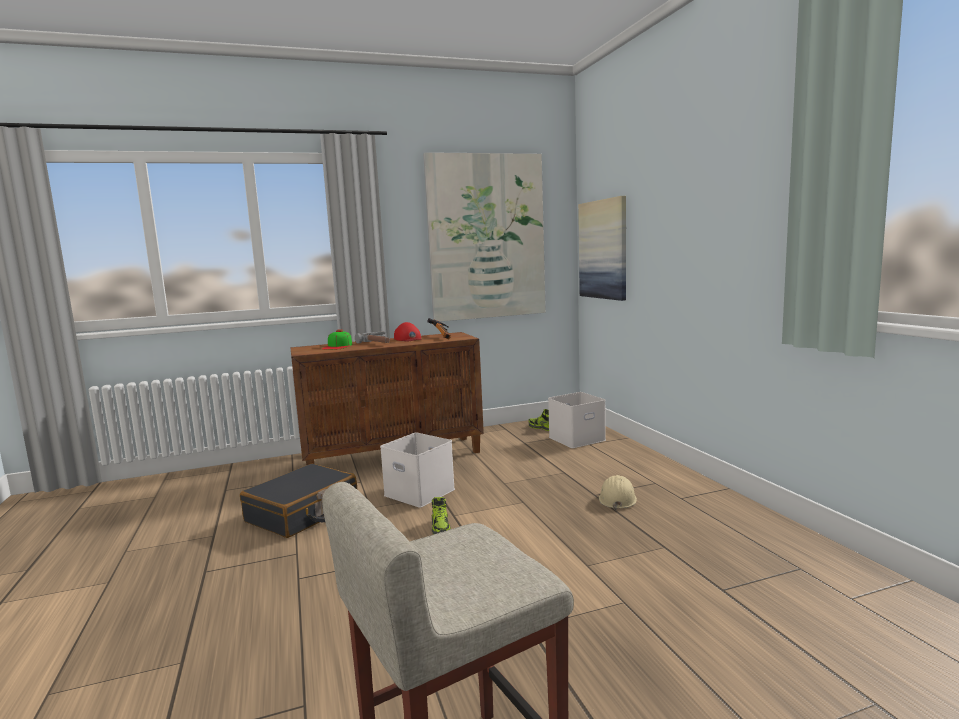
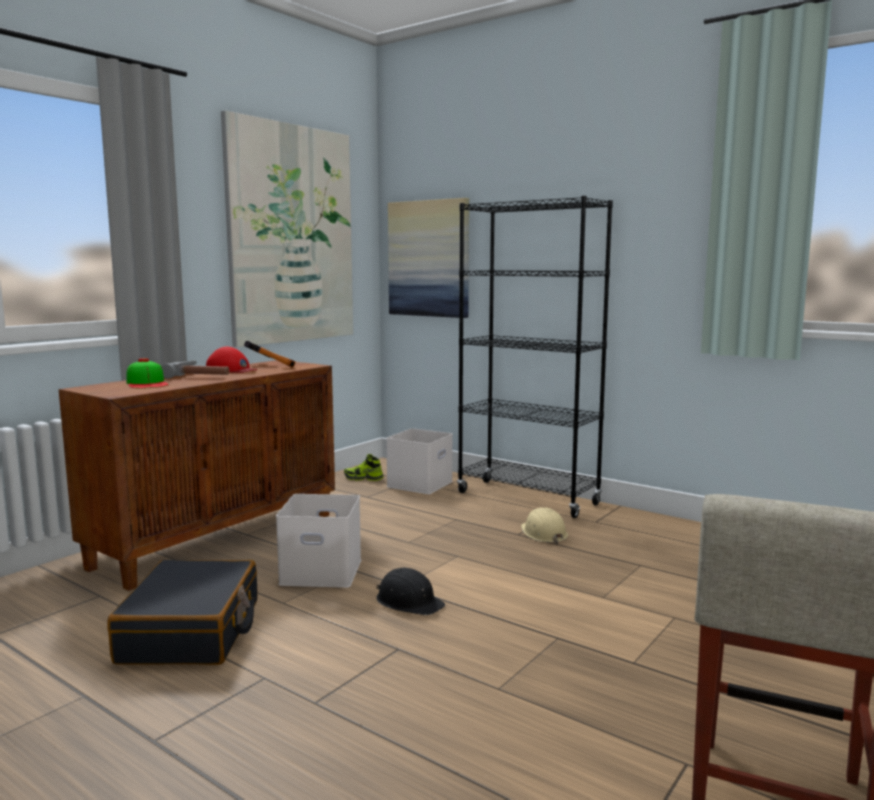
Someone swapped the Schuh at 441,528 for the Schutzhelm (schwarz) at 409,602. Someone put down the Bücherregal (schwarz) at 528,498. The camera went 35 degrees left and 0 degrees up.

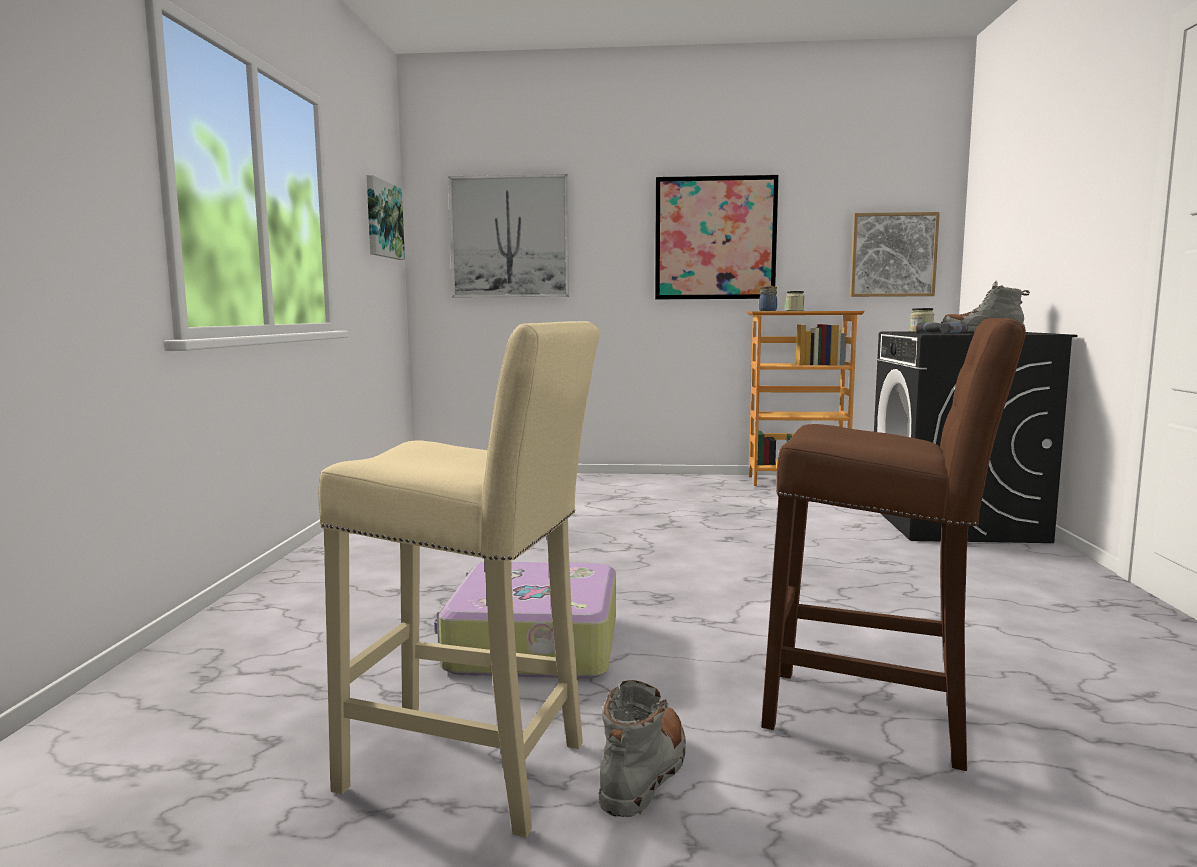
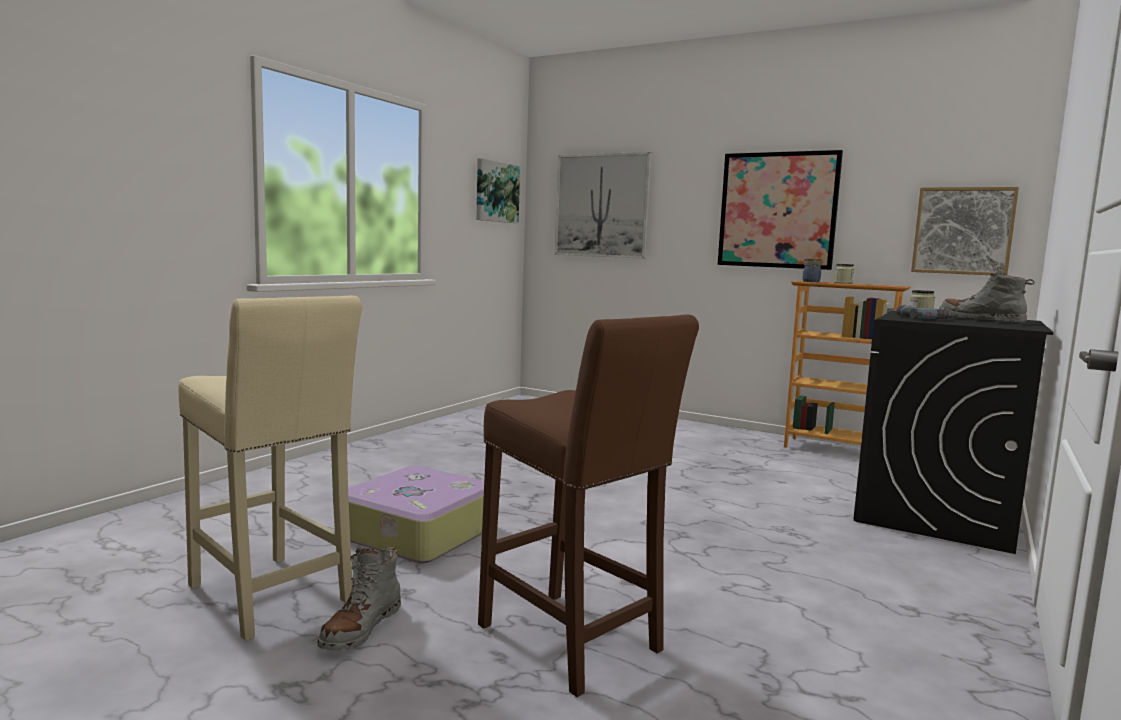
Someone rotated the Stiefel (grau) at 645,773 by 150 degrees clockwise. The camera went 25 degrees right and 0 degrees up.

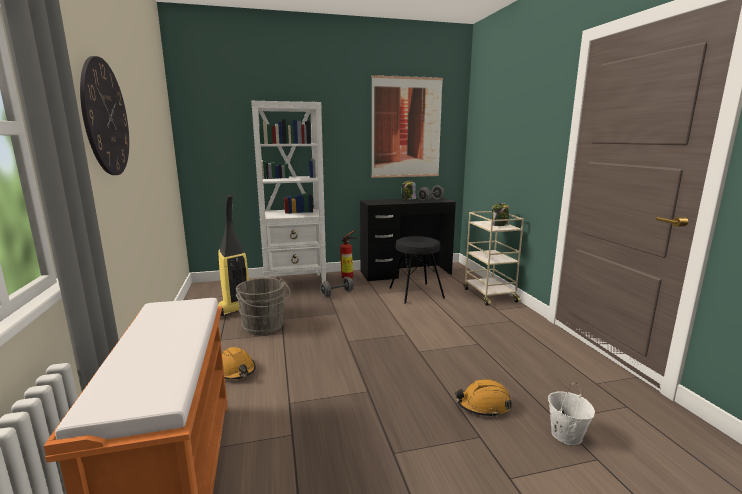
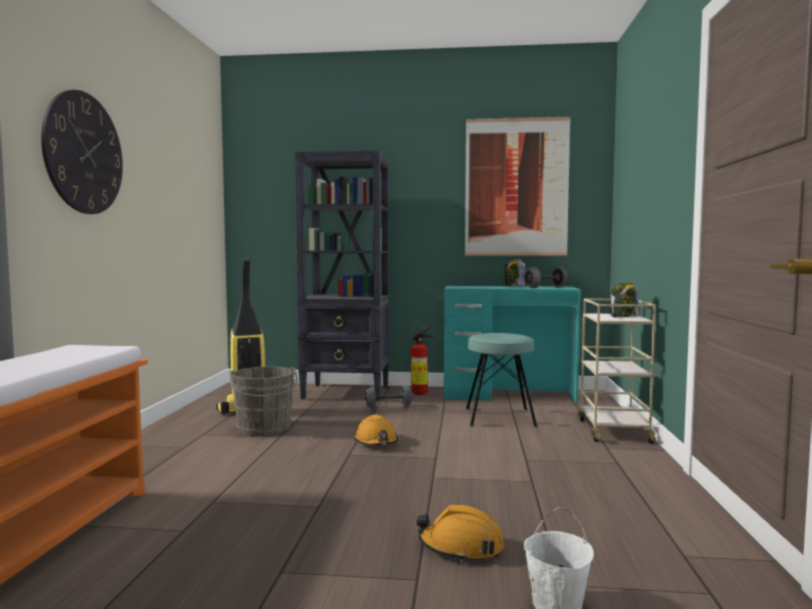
Someone repainted the Bücherregal (weiß) at 295,283, which became the Bücherregal (schwarz) at 347,393. Someone repainted the Schreibtisch (schwarz) at 405,272, which became the Schreibtisch (türkis) at 508,395. Someone repainted the Hocker (schwarz) at 416,293, which became the Hocker (türkis) at 499,417. Someone carried the Schutzhelm (orange) from 236,371 to 376,442. The camera went 20 degrees right and 10 degrees down.

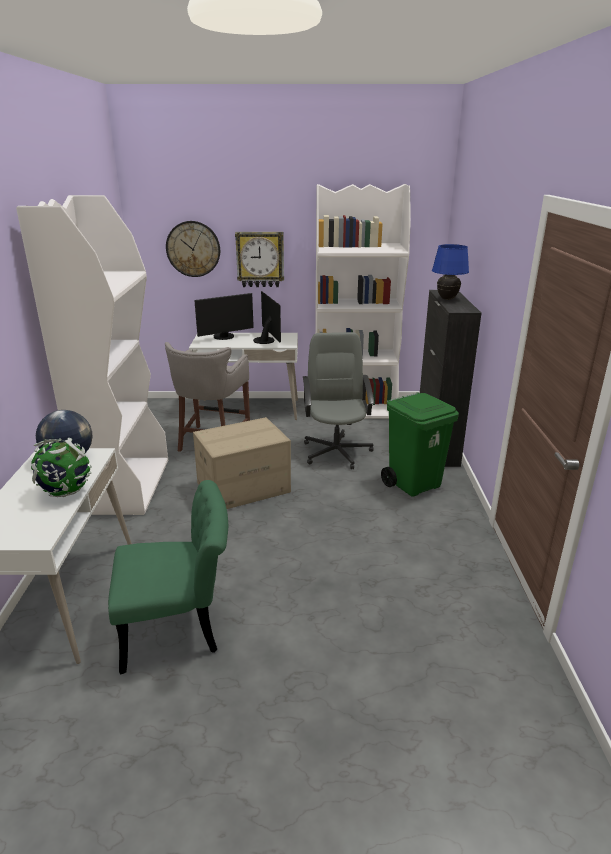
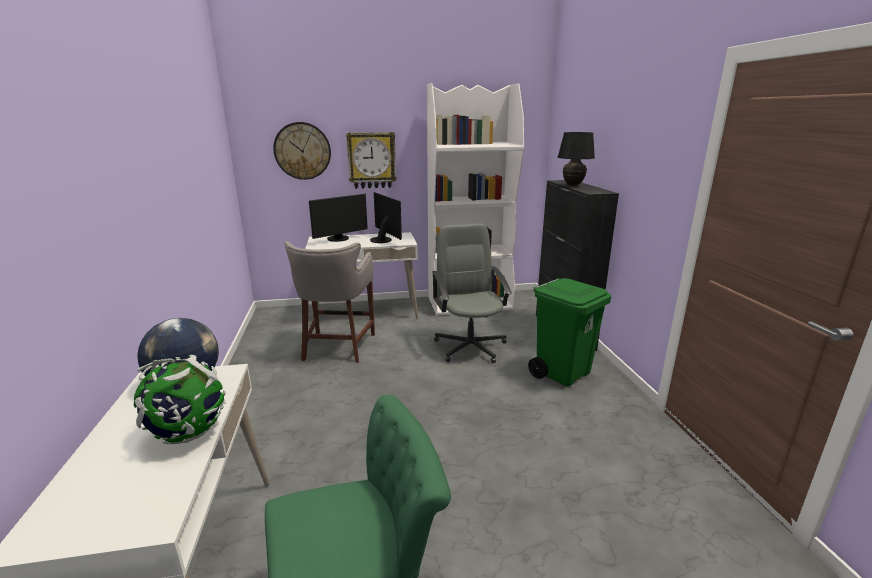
Someone took away the Bücherregal (weiß) at 127,485. Someone repainted the Tischlampe (blau) at 447,299, which became the Tischlampe (schwarz) at 573,185. Someone took away the Karton at 243,487. The camera went 10 degrees left and 5 degrees down.

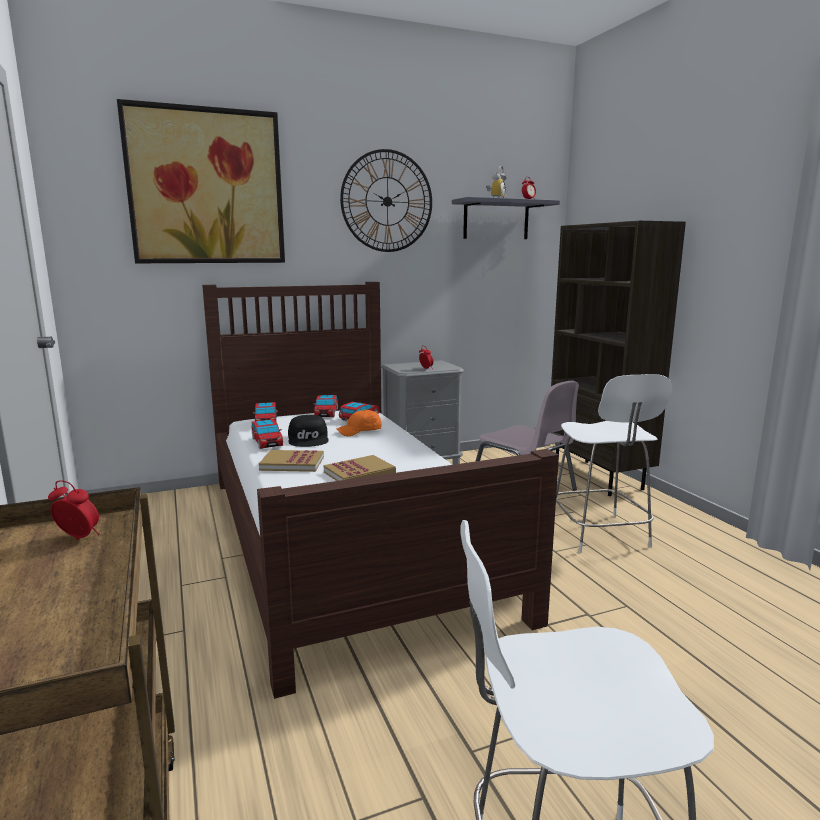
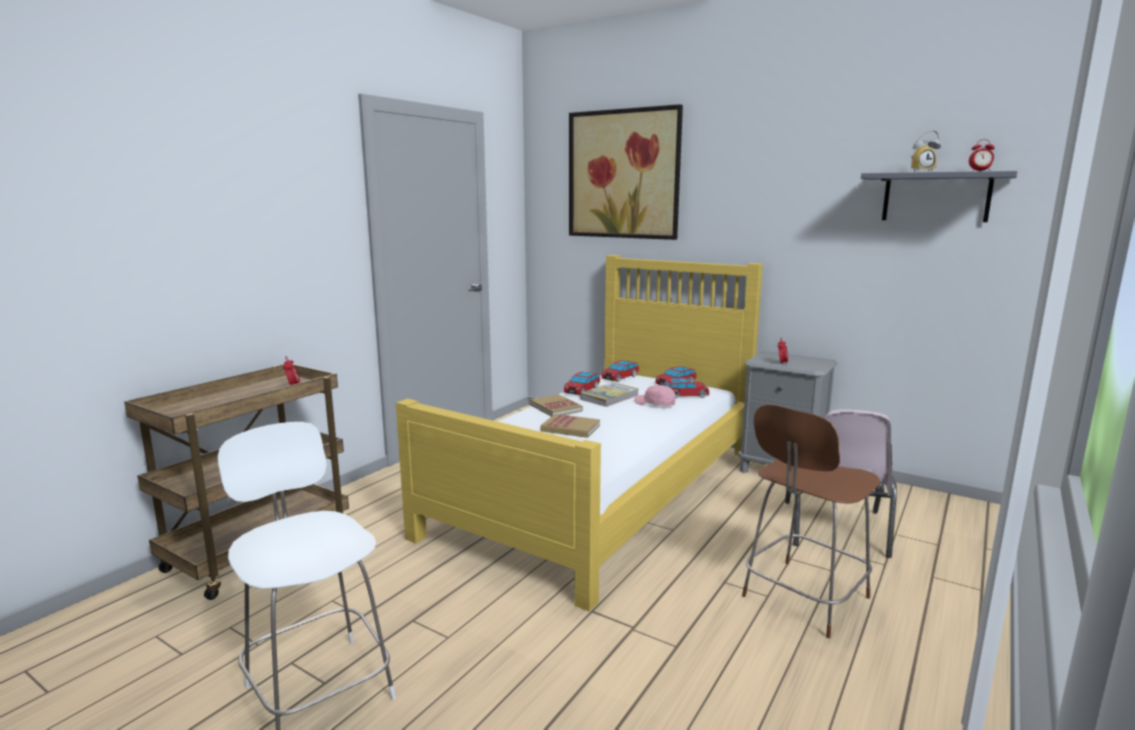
Someone took away the Wanduhr at 387,201. Someone took away the Bücherregal (braun) at 599,477. Someone repainted the Bett (braun) at 344,538, which became the Bett (gelb) at 602,489. Someone repainted the Stuhl (weiß) at 600,535, which became the Stuhl (braun) at 803,599. Someone repainted the Kappe (orange) at 360,432, which became the Kappe (rosa) at 655,404. Someone swapped the Kappe (schwarz) at 309,439 for the Buch at 609,397. The camera went 55 degrees right and 0 degrees up.

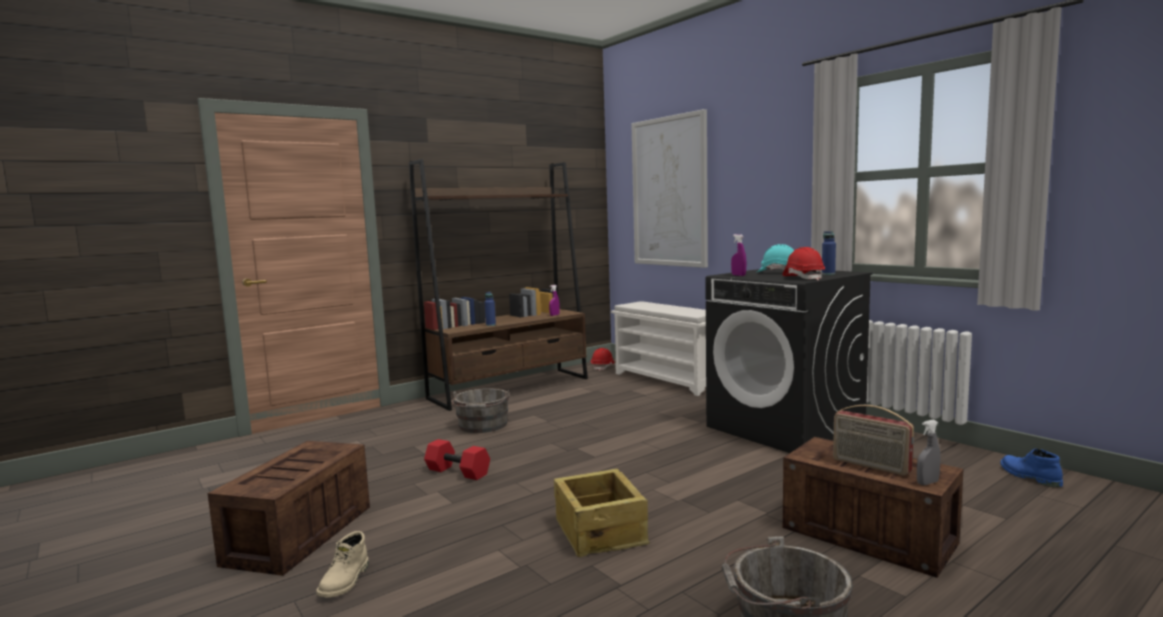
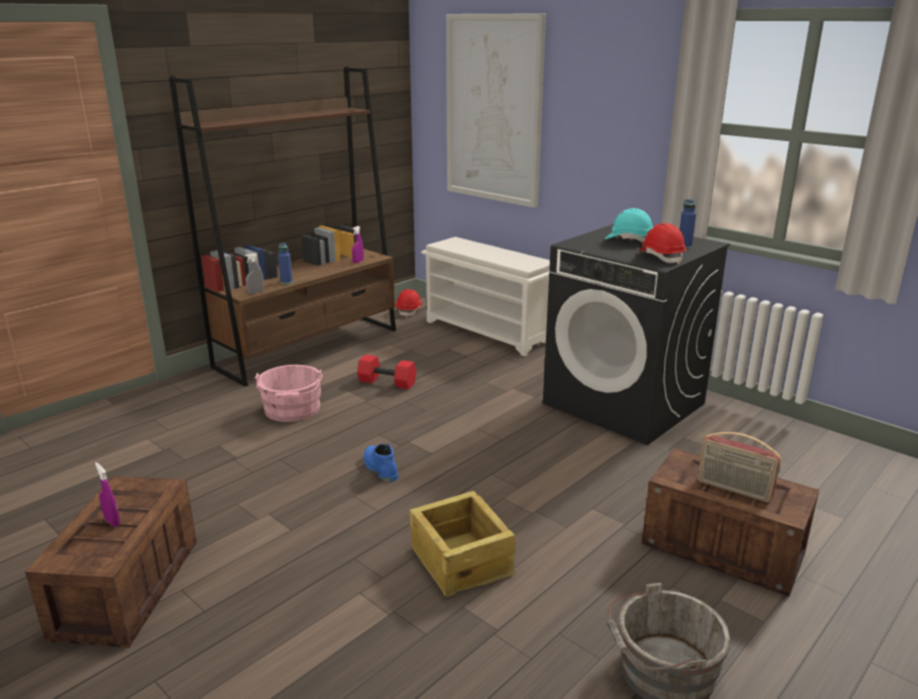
Someone carried the Sprühflasche (lila) from 738,275 to 112,521. Someone repainted the Eimer (grau) at 482,426, which became the Eimer (rosa) at 292,410. Someone carried the Sprühflasche (grau) from 927,483 to 256,293. Someone carried the Hantel (rot) from 456,472 to 386,383. Someone carried the Stiefel (blau) from 1029,476 to 379,468. Someone took away the Stiefel (beige) at 345,581. The camera went 10 degrees left and 15 degrees up.

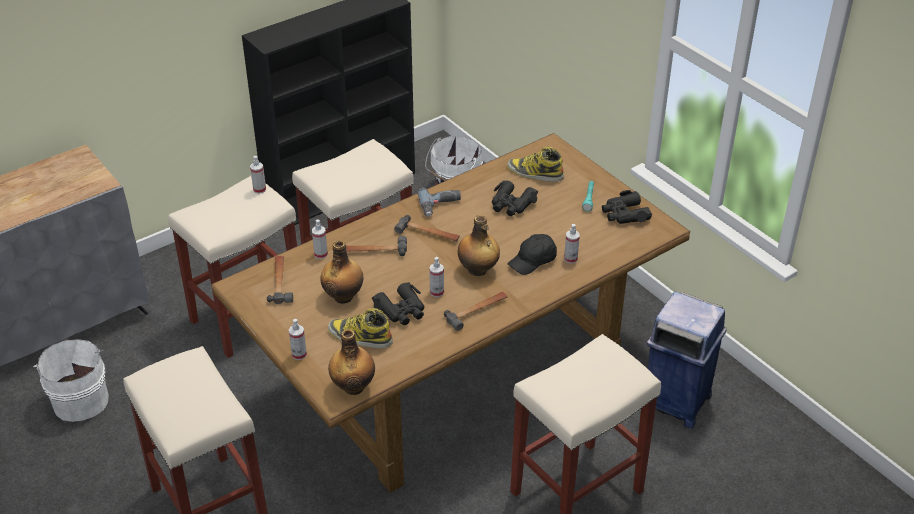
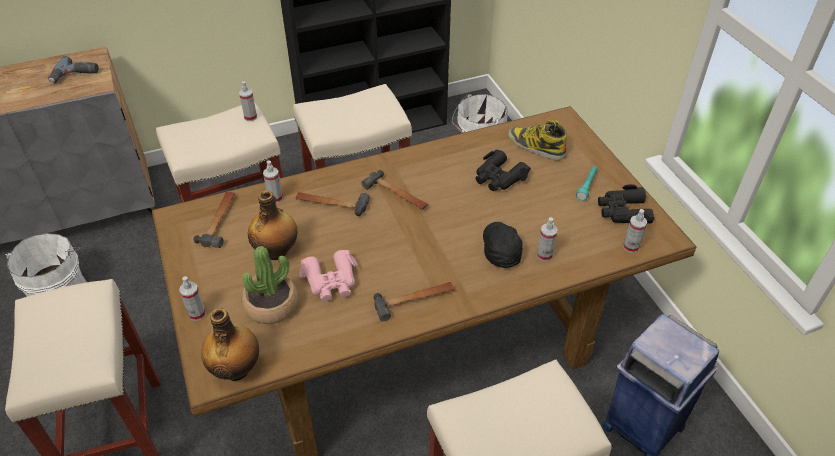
Someone carried the Bohrmaschine from 440,206 to 75,76. Someone took away the Flasche at 478,270. Someone rotated the Kappe (schwarz) at 533,261 by 105 degrees clockwise. Someone carried the Sprühflasche from 437,292 to 630,247. Someone repainted the Fernglas (schwarz) at 401,310, which became the Fernglas (rosa) at 331,281. Someone swapped the Stiefel at 359,337 for the Topfpflanze at 271,305. The camera went 15 degrees right and 5 degrees up.

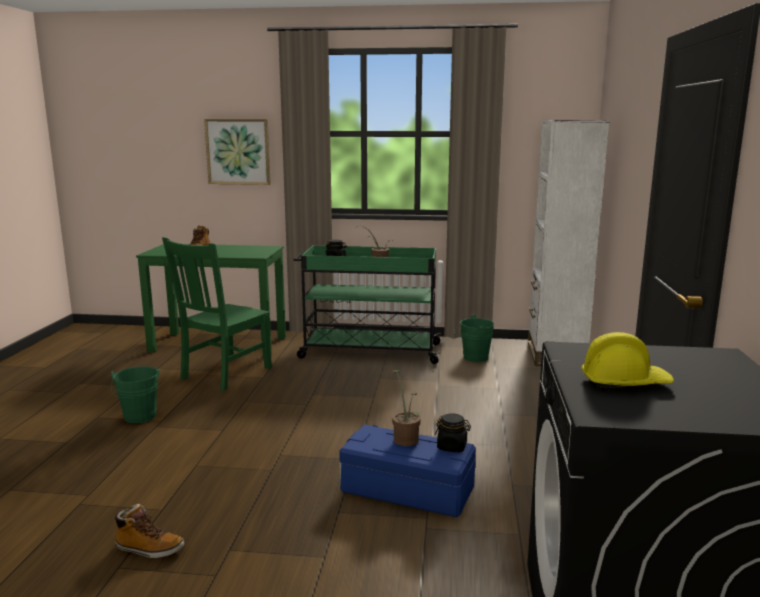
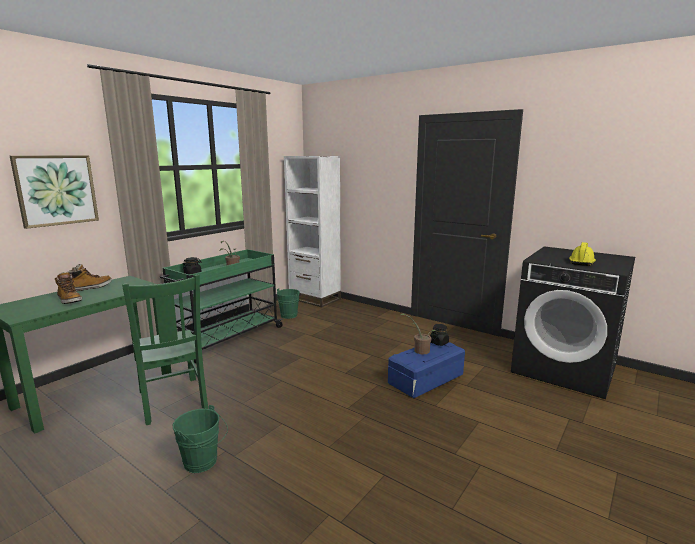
Someone carried the Stiefel from 149,549 to 91,287. The camera went 60 degrees left and 0 degrees up.

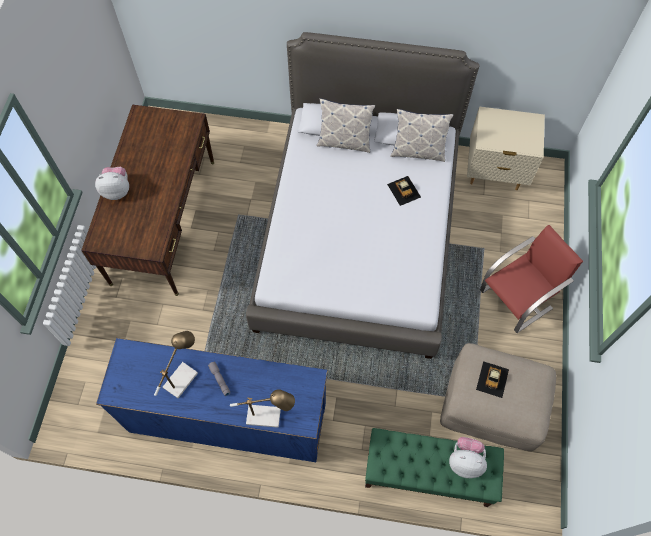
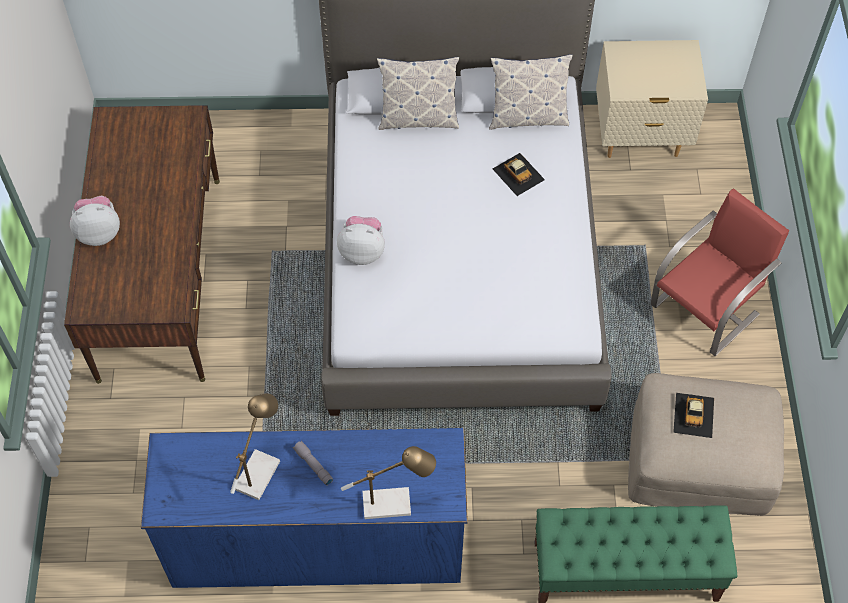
Someone carried the Plüschtier from 465,461 to 362,251. The camera went 10 degrees left and 5 degrees down.

